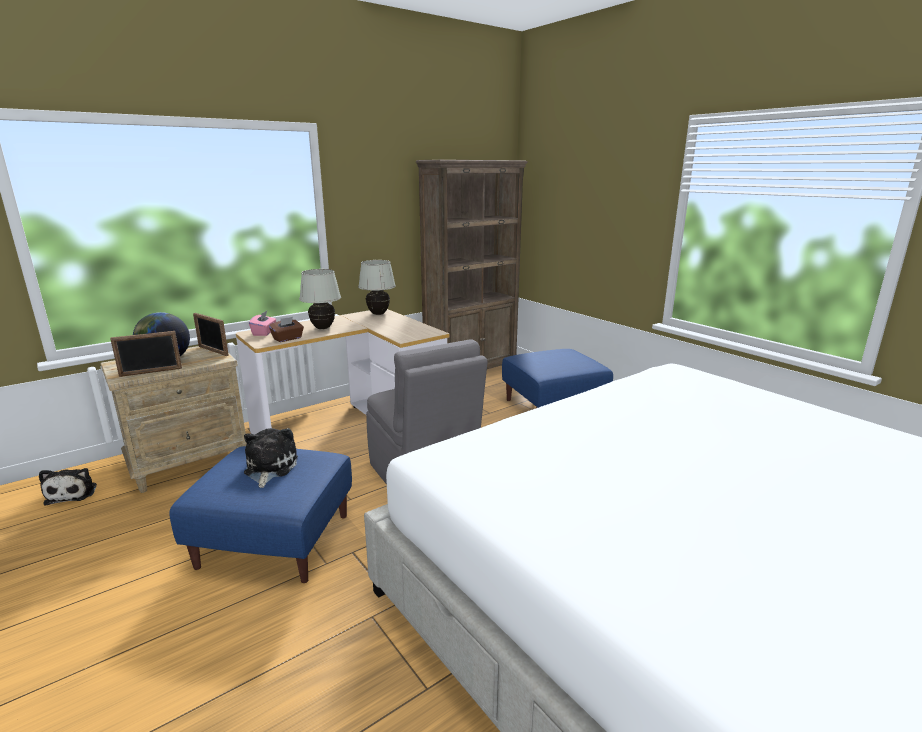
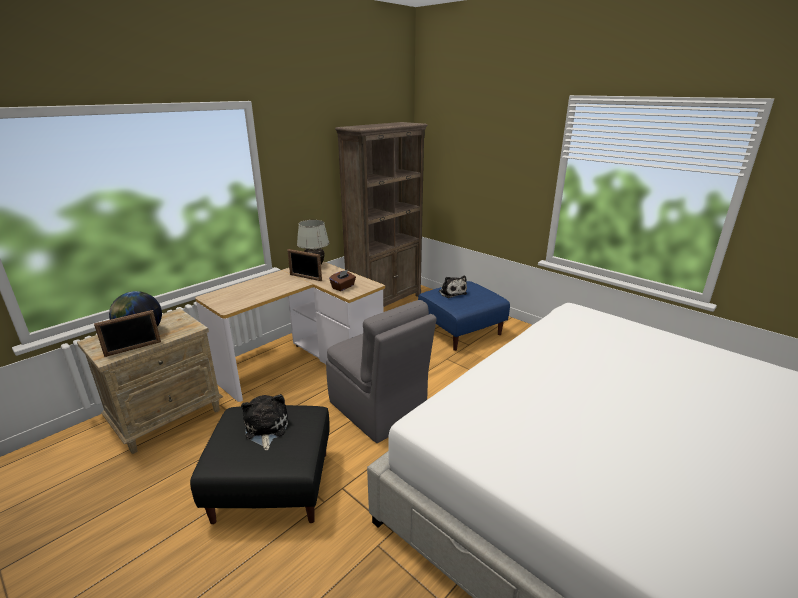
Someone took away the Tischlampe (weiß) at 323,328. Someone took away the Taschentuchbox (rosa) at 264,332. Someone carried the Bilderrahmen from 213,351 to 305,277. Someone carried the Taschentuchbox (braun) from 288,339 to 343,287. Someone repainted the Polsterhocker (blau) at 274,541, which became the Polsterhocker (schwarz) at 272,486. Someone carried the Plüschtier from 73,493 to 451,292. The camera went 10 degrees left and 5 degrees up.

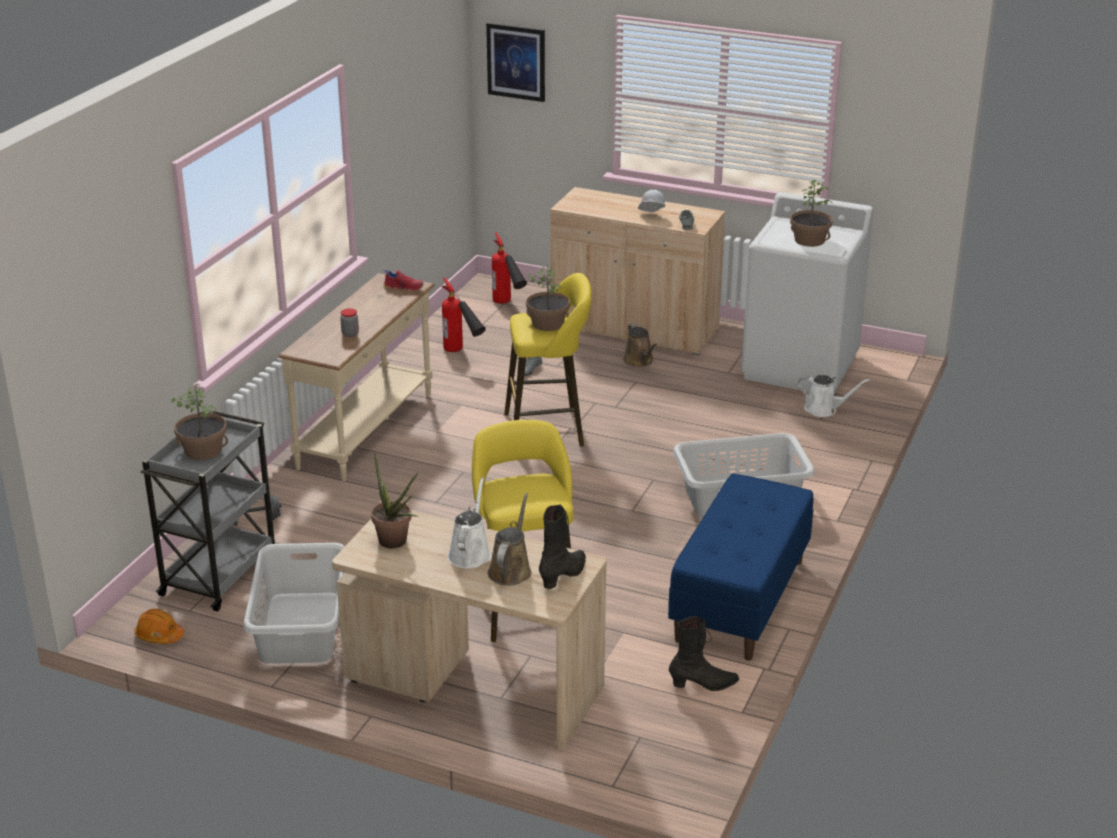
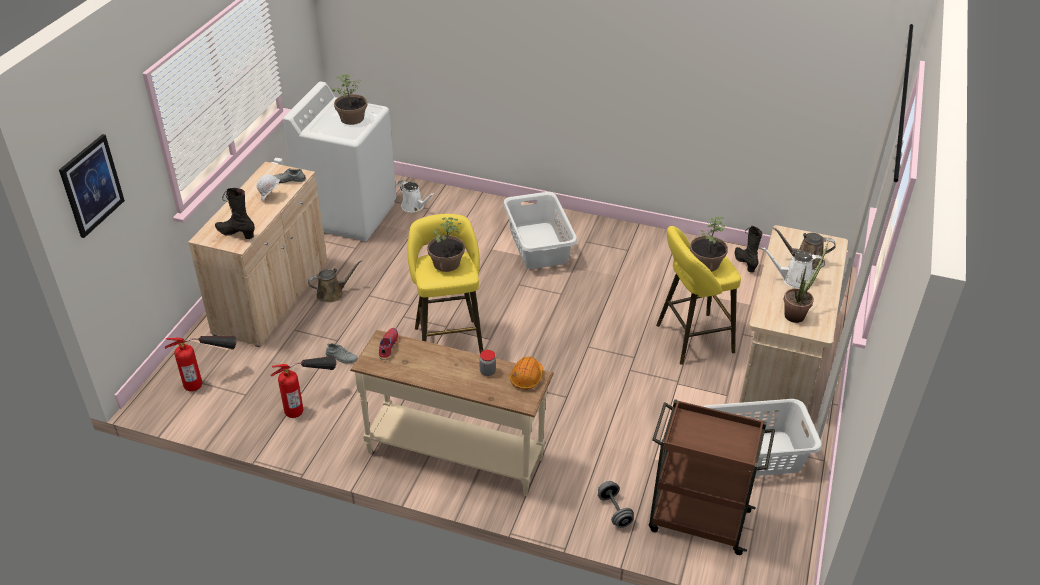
Someone rotated the Gießkanne (weiß) at 824,409 by 120 degrees clockwise. Someone carried the Topfpflanze from 203,450 to 705,263. Someone repainted the Rollwagen (grau) at 219,573, which became the Rollwagen (braun) at 697,520. Someone took away the Bank (blau) at 741,600. Someone carried the Stiefel (schwarz) from 564,575 to 236,233. Someone carried the Schutzhelm (orange) from 159,635 to 526,378. The camera went 95 degrees left and 10 degrees up.

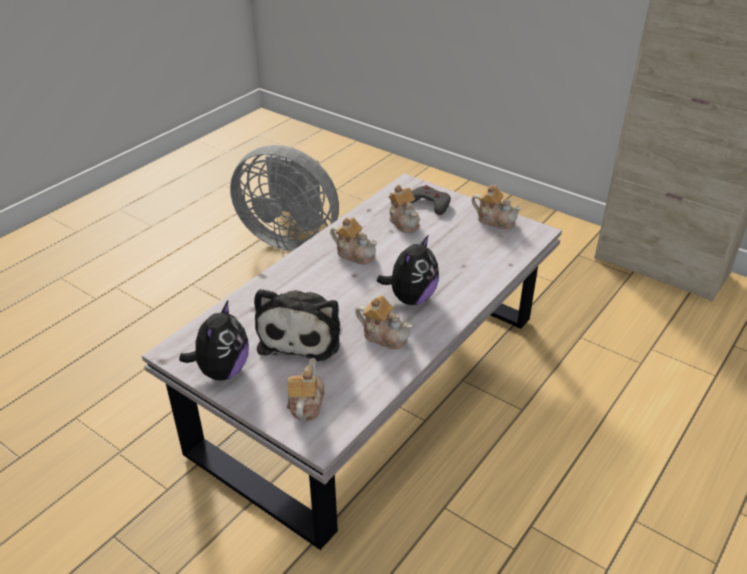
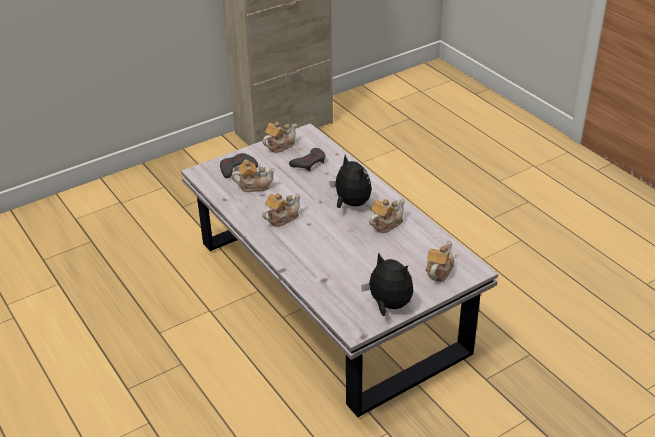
Someone took away the Ventilator (grau) at 290,238. Someone took away the Plüschtier at 302,334. Someone rotated the Teekanne at 306,404 by 90 degrees clockwise. Someone put down the Gamepad (grau) at 309,162. The camera went 70 degrees left and 0 degrees up.

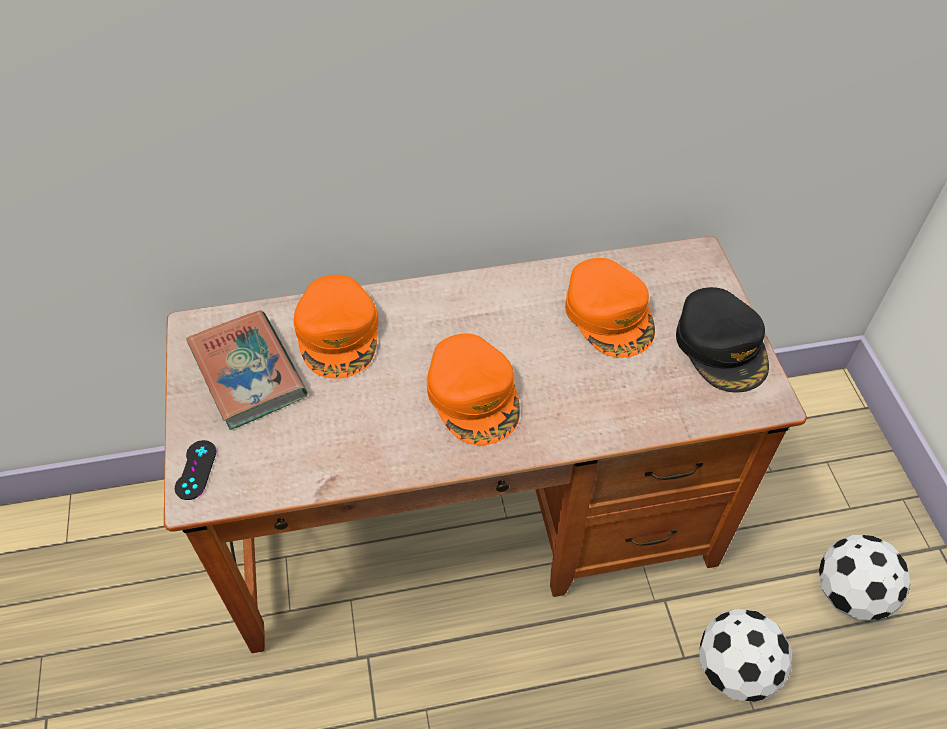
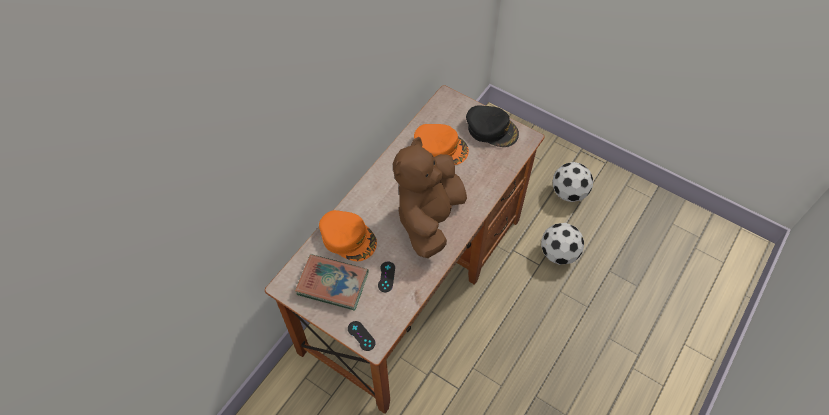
Someone swapped the Kappe (orange) at 474,395 for the Plüschtier (braun) at 429,218. Someone put down the Gamepad (schwarz) at 386,277. The camera went 45 degrees left and 5 degrees up.

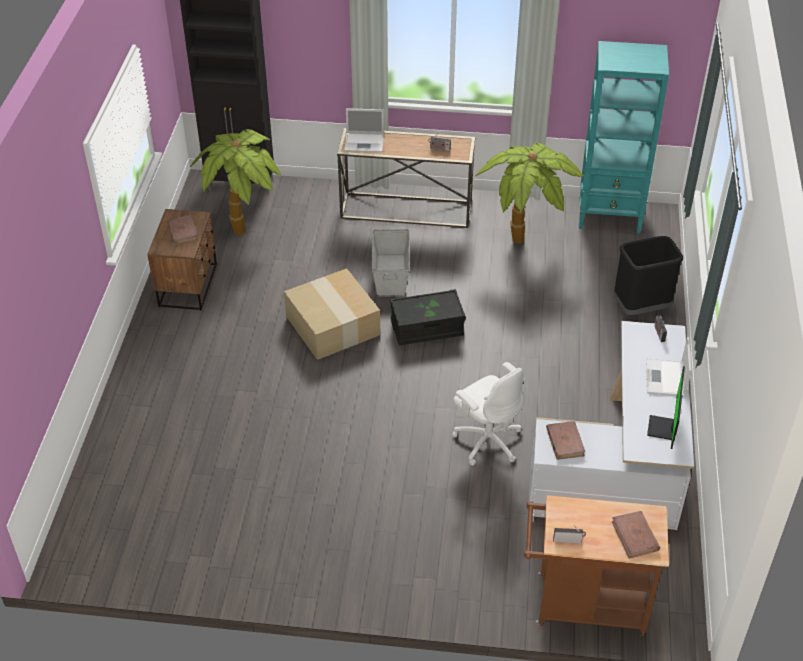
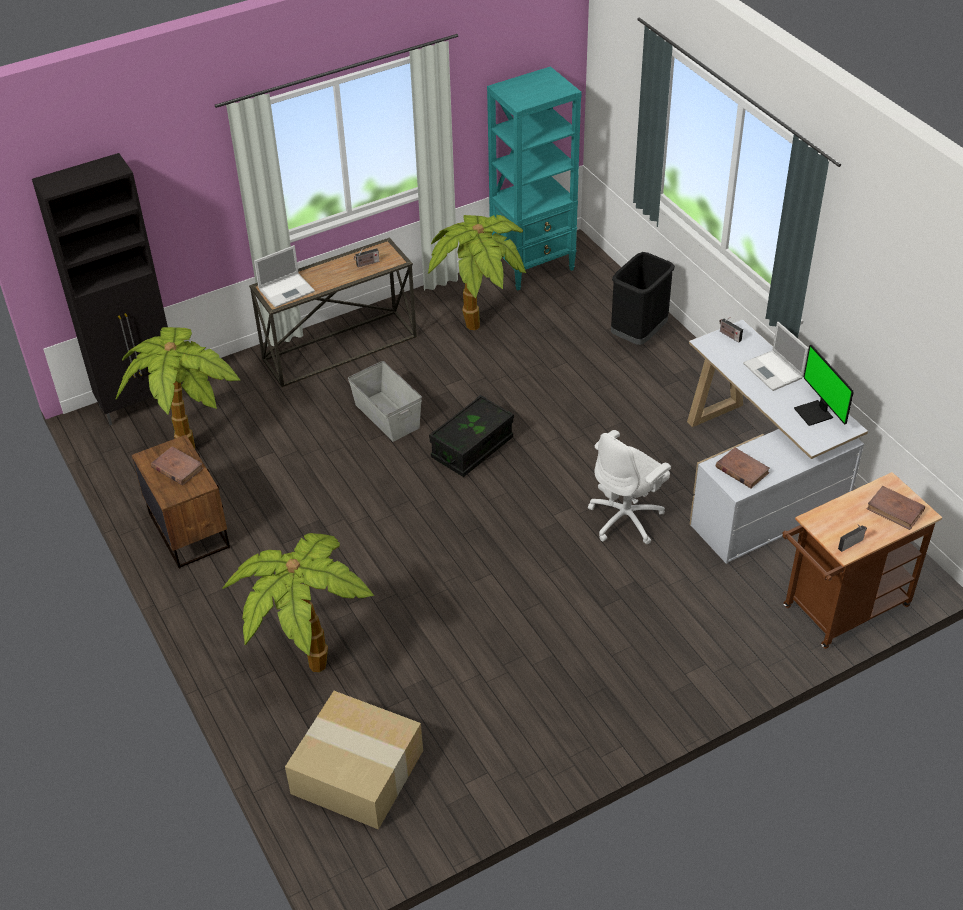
Someone carried the Karton from 334,326 to 359,771. Someone rotated the Bürostuhl (weiß) at 487,440 by 120 degrees clockwise. Someone put down the Topfpflanze at 309,662. The camera went 35 degrees left and 0 degrees up.

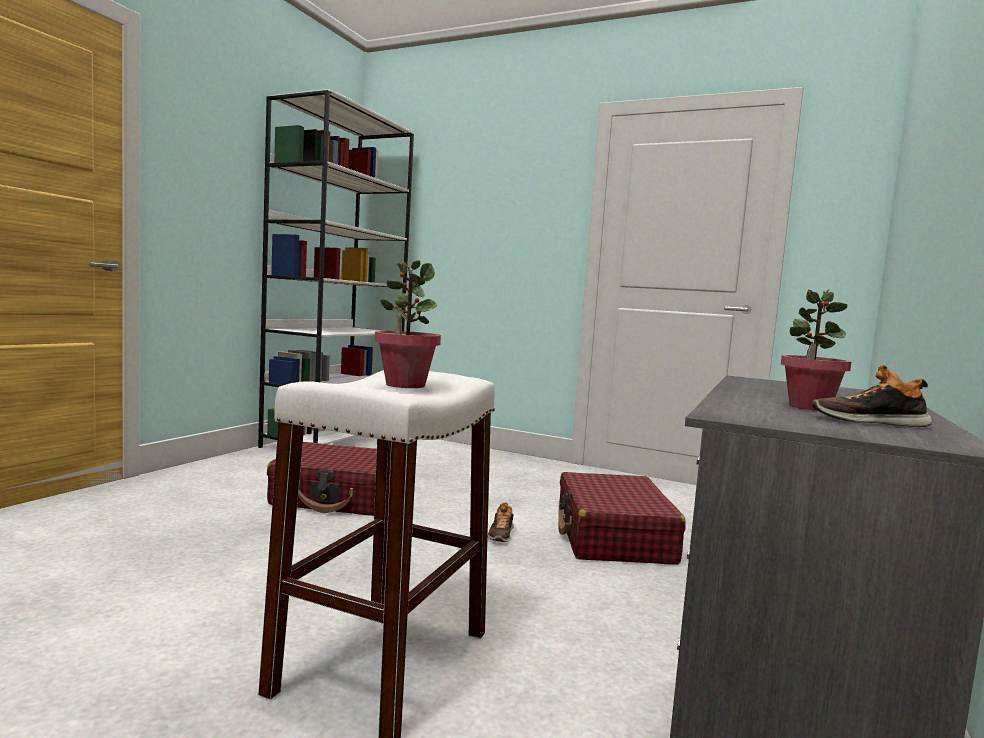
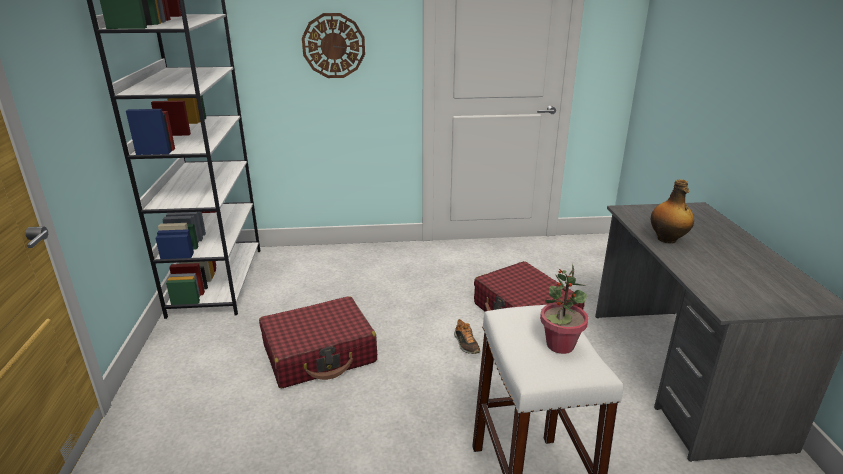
Someone took away the Topfpflanze at 809,407. Someone took away the Schuh at 868,421. Someone put up the Wanduhr at 333,46. Someone put down the Flasche at 667,239. The camera went 30 degrees left and 20 degrees up.

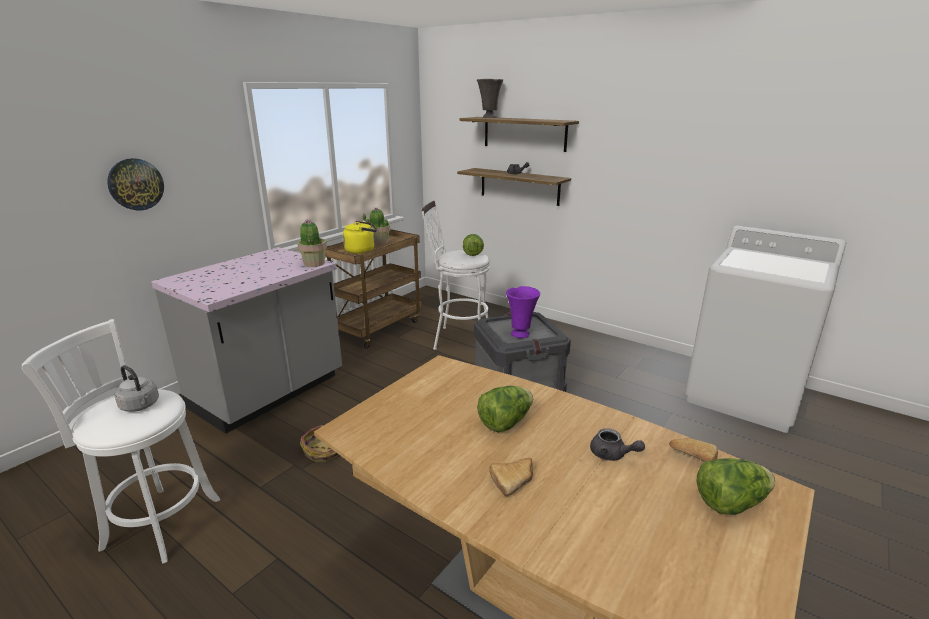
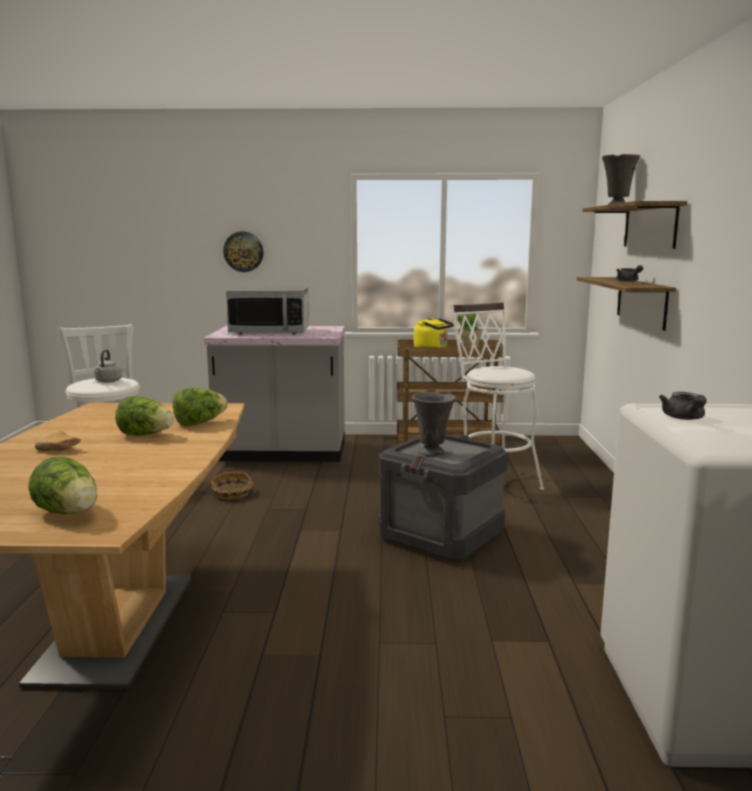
Someone took away the Topfpflanze at 314,264. Someone carried the Salatkopf from 472,253 to 199,423. Someone repainted the Vase (lila) at 521,334, which became the Vase (grau) at 432,453. Someone carried the Teekanne (grau) from 612,455 to 684,418. Someone took away the Brot at 691,456. Someone put down the Mikrowelle at 270,332. The camera went 55 degrees right and 10 degrees down.

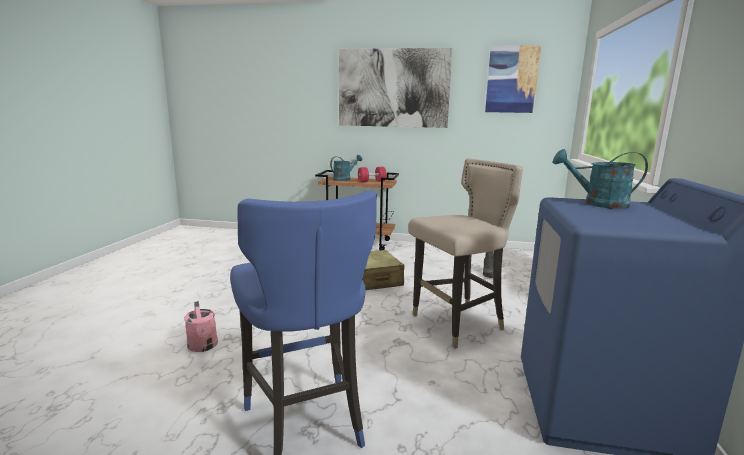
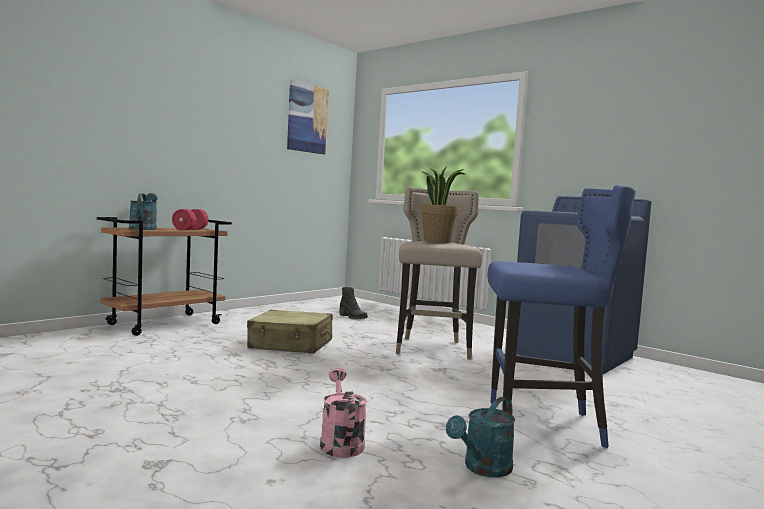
Someone took away the Bild at 393,88. Someone carried the Gießkanne (türkis) from 598,204 to 483,469. Someone rotated the Gießkanne (rosa) at 203,347 by 105 degrees counterclockwise. Someone put down the Topfpflanze at 437,241. The camera went 60 degrees left and 10 degrees down.

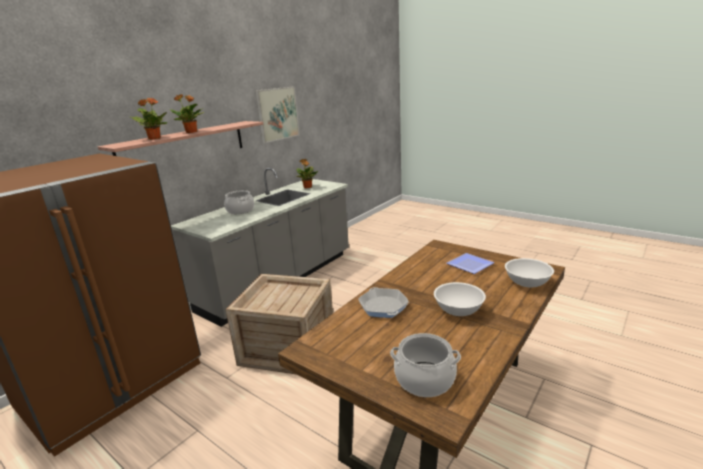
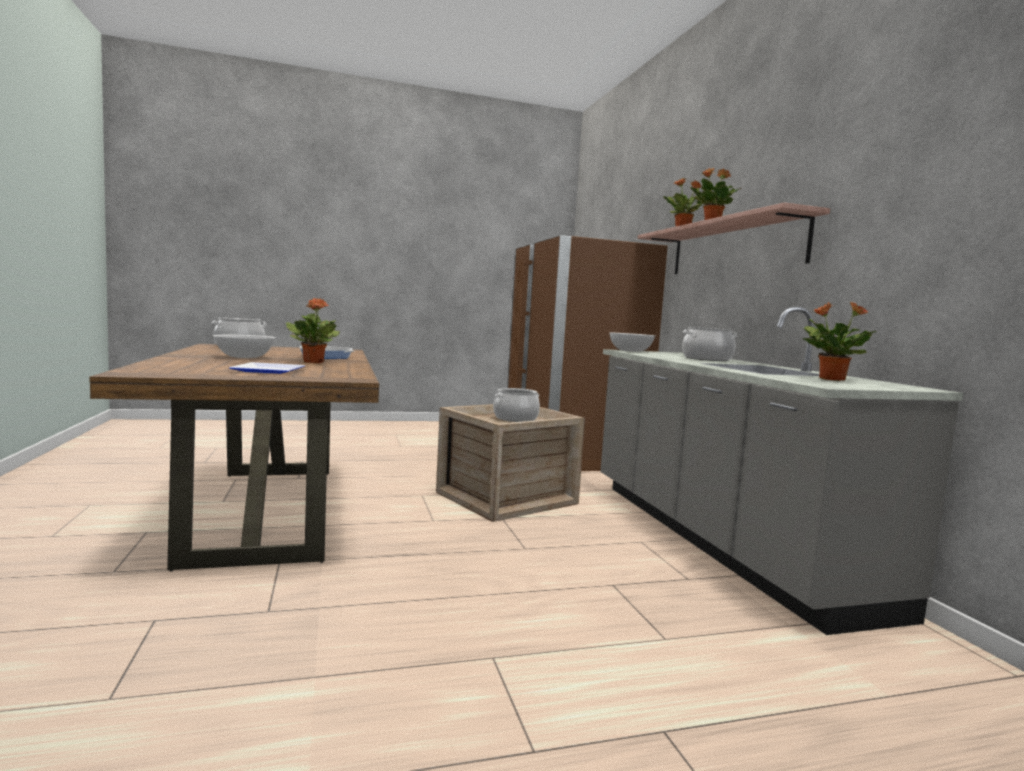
Someone took away the Bild at 277,114. Someone carried the Schüssel (weiß) from 527,282 to 631,351. Someone put down the Topfpflanze at 313,362. Someone put down the Kochtopf at 515,418. The camera went 125 degrees right and 15 degrees down.

